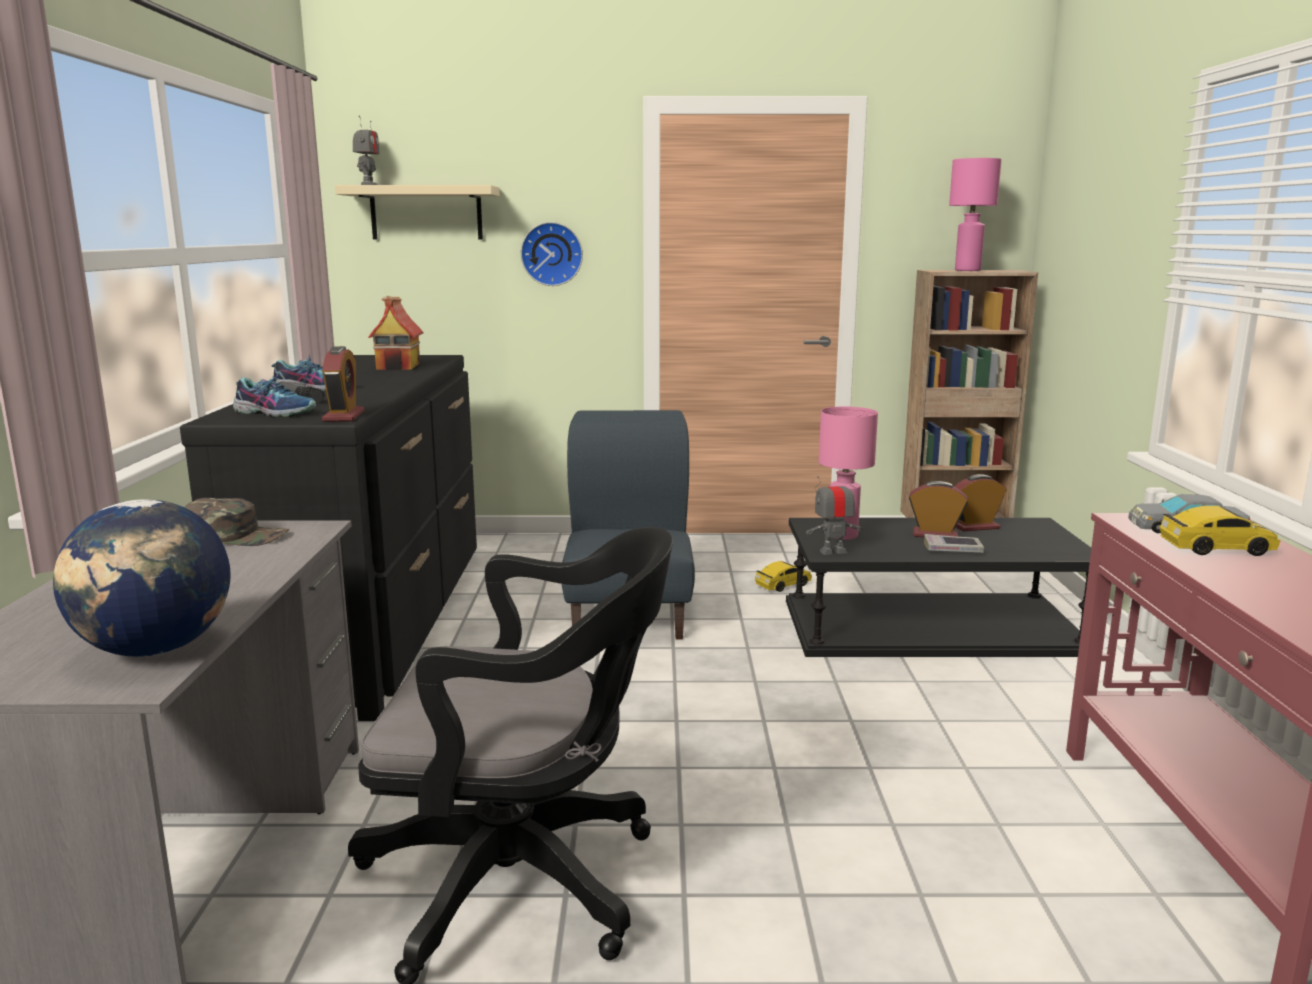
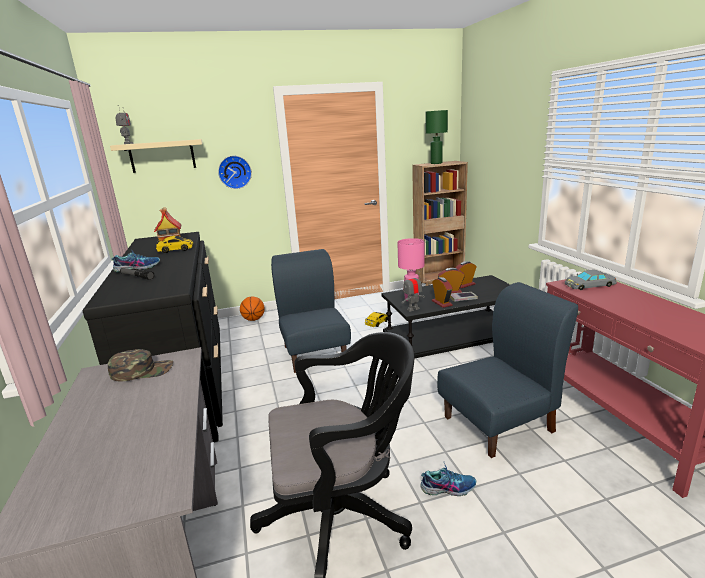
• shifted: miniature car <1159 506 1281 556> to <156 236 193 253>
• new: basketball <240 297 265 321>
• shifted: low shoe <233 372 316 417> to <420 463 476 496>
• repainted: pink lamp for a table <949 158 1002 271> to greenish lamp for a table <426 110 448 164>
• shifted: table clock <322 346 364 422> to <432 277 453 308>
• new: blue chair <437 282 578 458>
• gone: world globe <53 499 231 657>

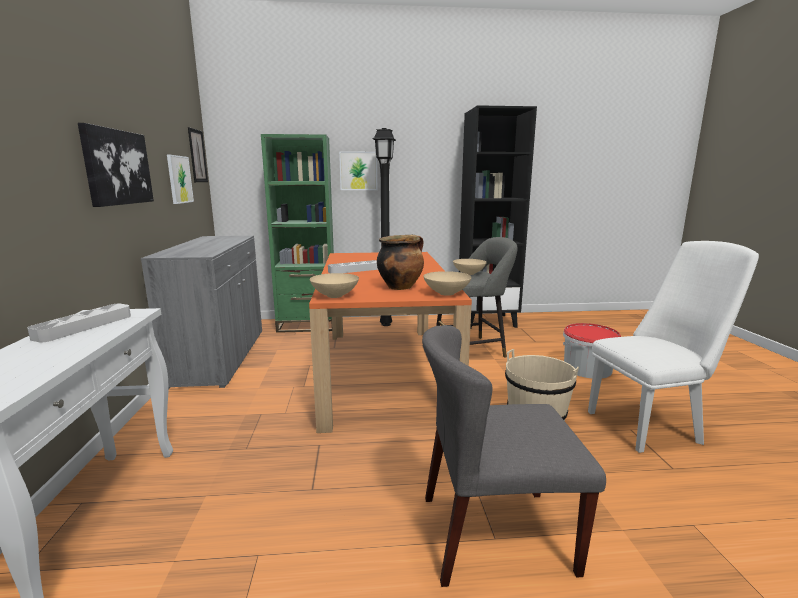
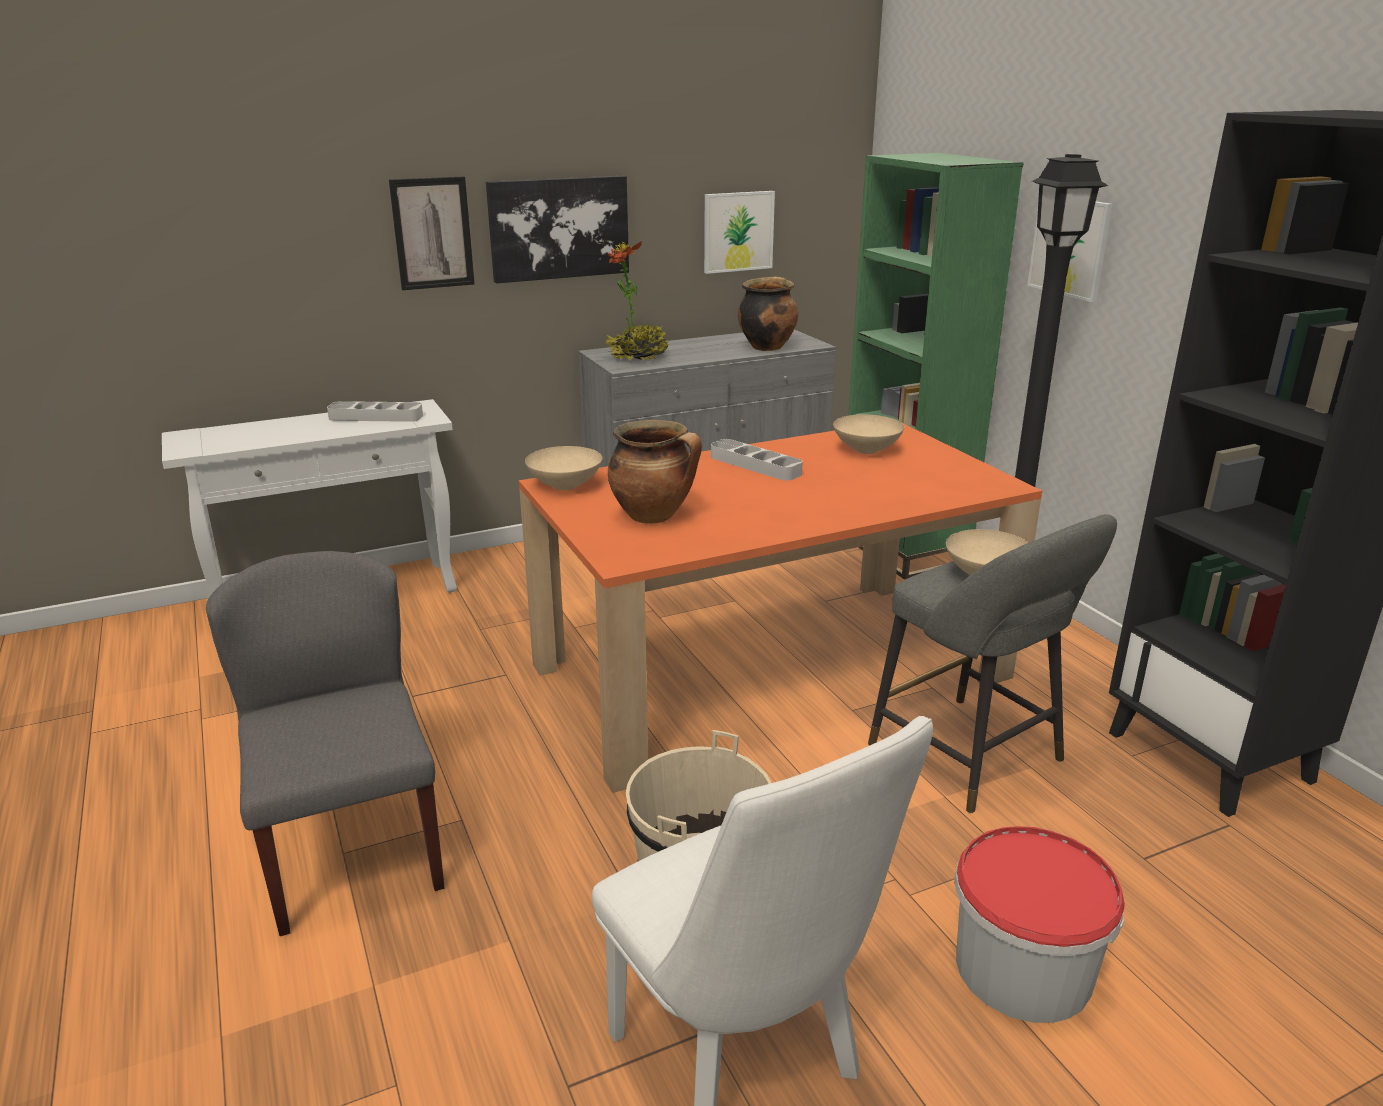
• shifted: wall picture <188 127 208 182> to <389 177 475 290>
• new: houseplant <606 241 669 361>
• new: cooking pot <738 276 798 351>
• shifted: beige-coloured serving bowl <423 271 472 296> to <833 414 904 454>

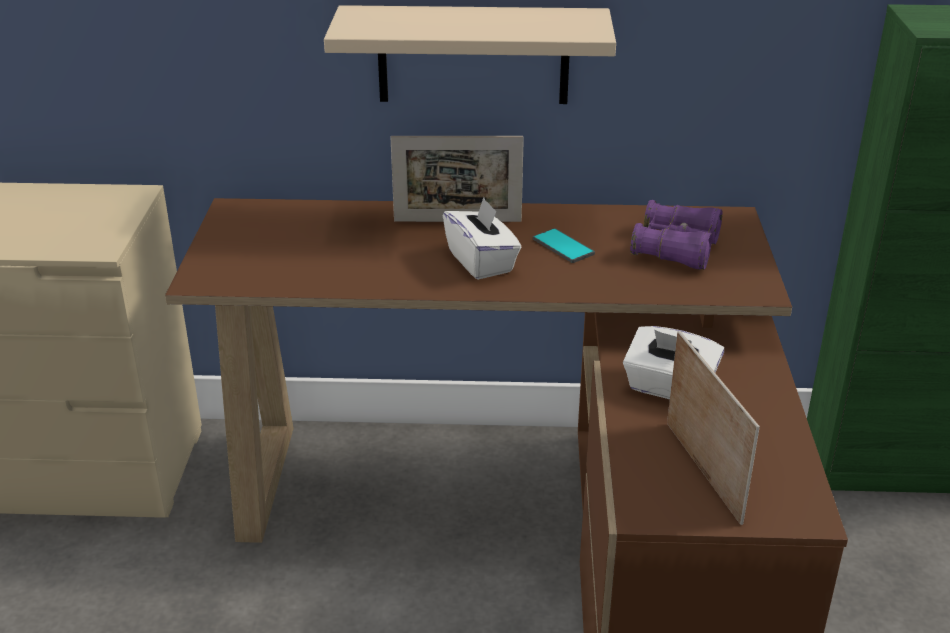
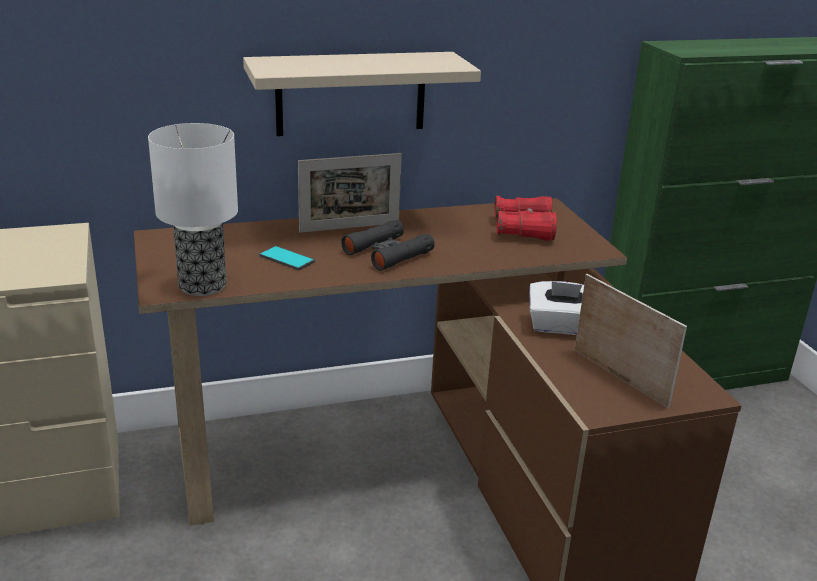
• new: lamp for a table <148 123 238 296>
• shifted: handset <533 228 595 263> to <259 246 315 270>
• swapped: whitish box of tissues <443 197 521 280> to black-coloured binoculars <341 220 435 271>
• repainted: purple-coloured binoculars <630 200 723 270> to red-coloured binoculars <494 196 557 241>

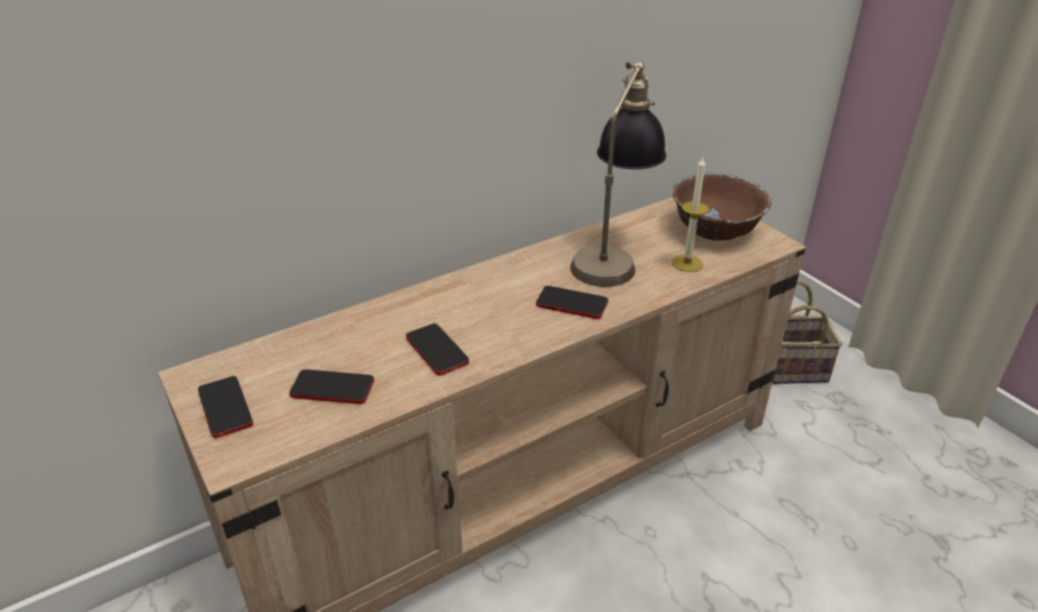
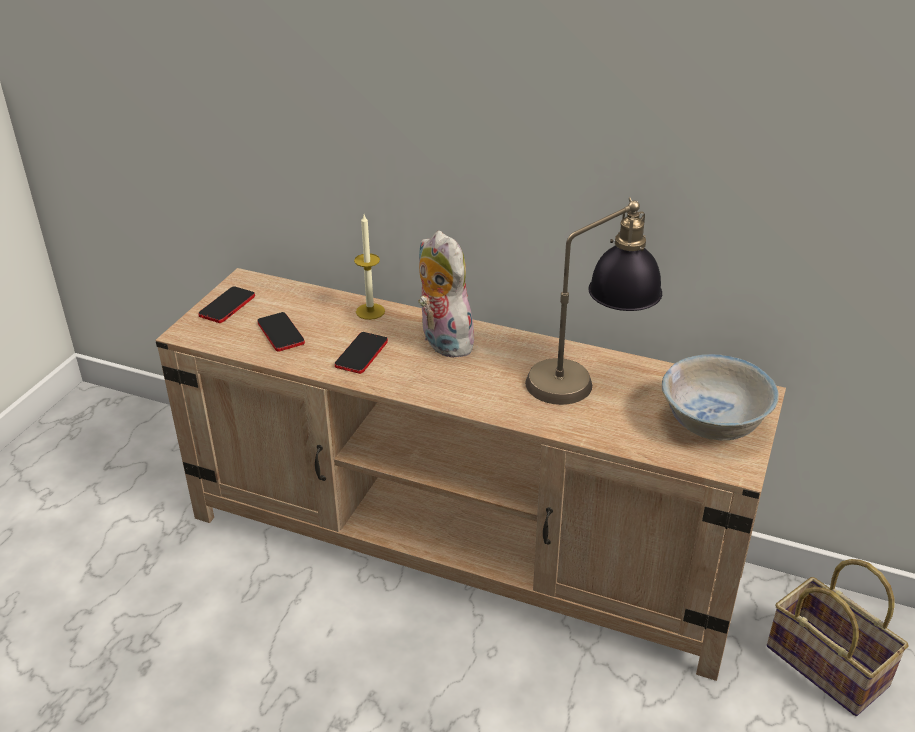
• shifted: candle <672 157 710 272> to <354 215 385 320>
• new: plush toy <418 231 479 358>
• repainted: brownish serving bowl <672 172 772 241> to whitish serving bowl <662 354 779 440>
• gone: handset <536 286 608 319>

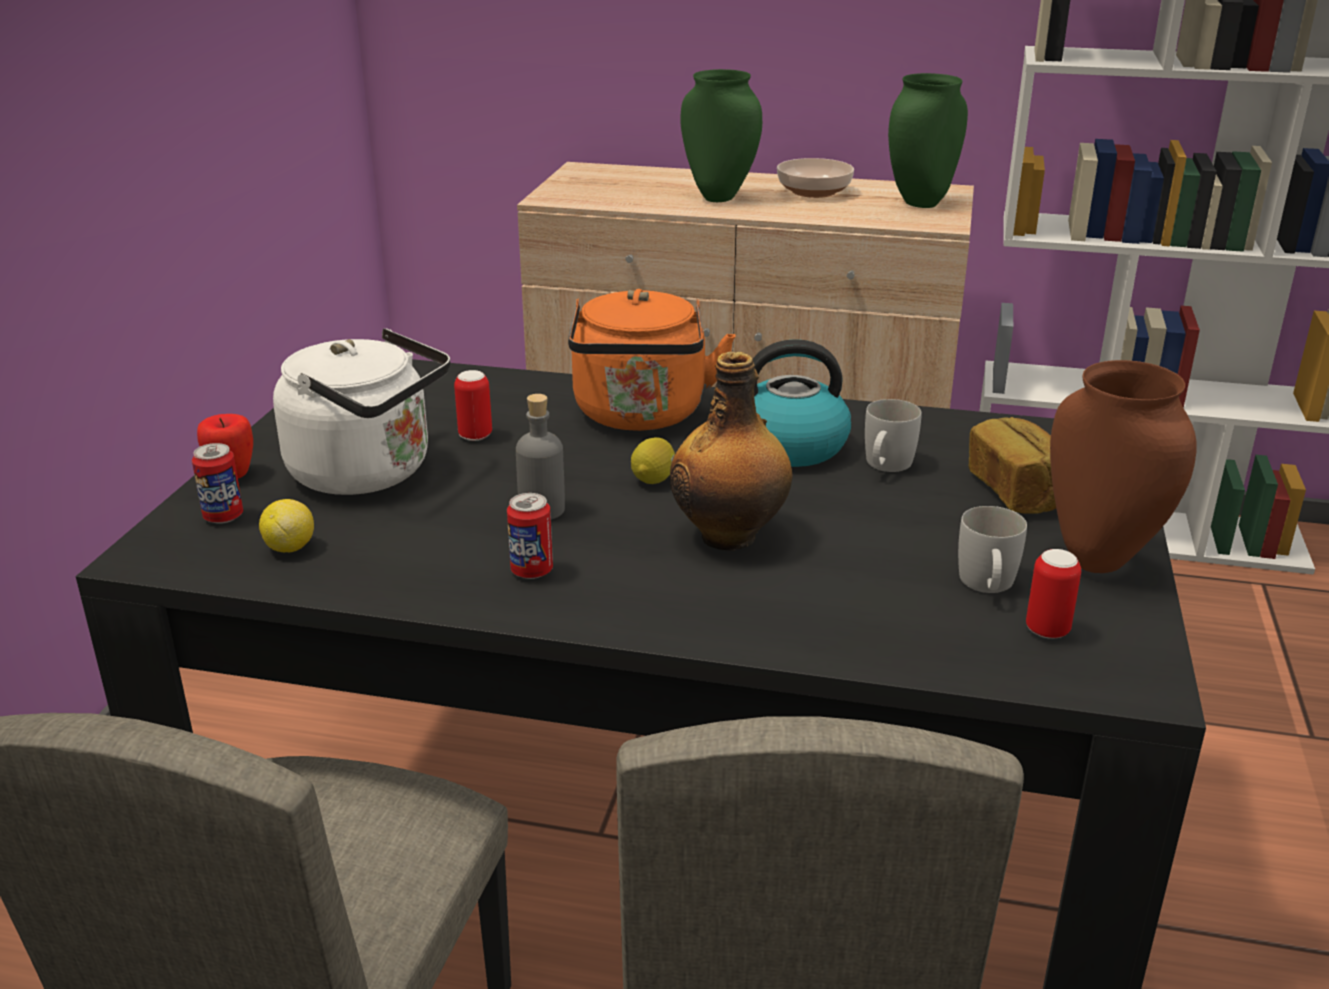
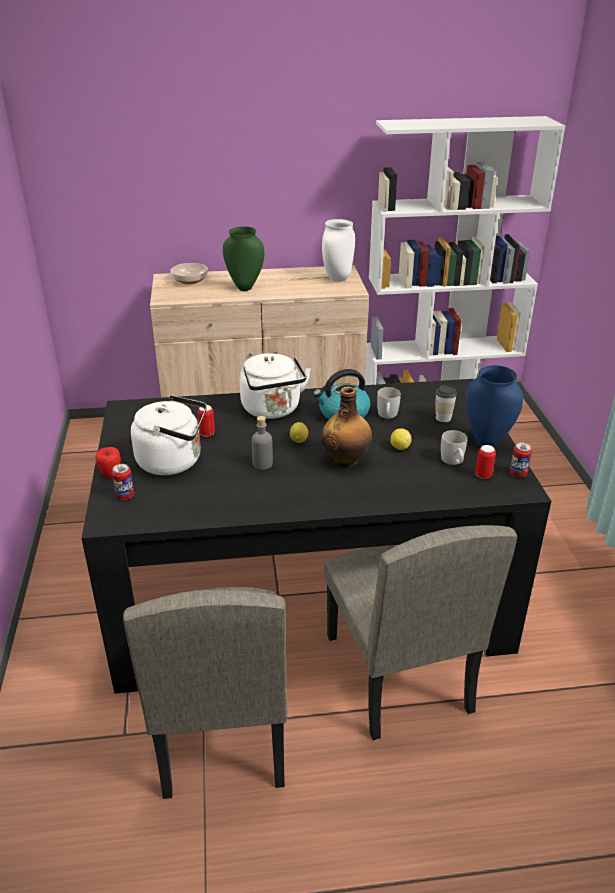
• shifted: serving bowl <777 158 854 198> to <170 263 208 284>
• repainted: orange tea kettle <568 289 736 431> to whitish tea kettle <240 353 311 419>
• repainted: greenish decorative vase <888 73 968 208> to whitish decorative vase <322 219 355 282>
• shifted: whole lemon <259 499 314 552> to <390 428 412 450>
• swapped: baked bread <969 417 1056 514> to small cup <435 385 457 422>
• repainted: brownish decorative vase <1050 360 1197 573> to blue decorative vase <465 365 523 447>
• shifted: metal can <507 493 553 579> to <510 442 532 477>

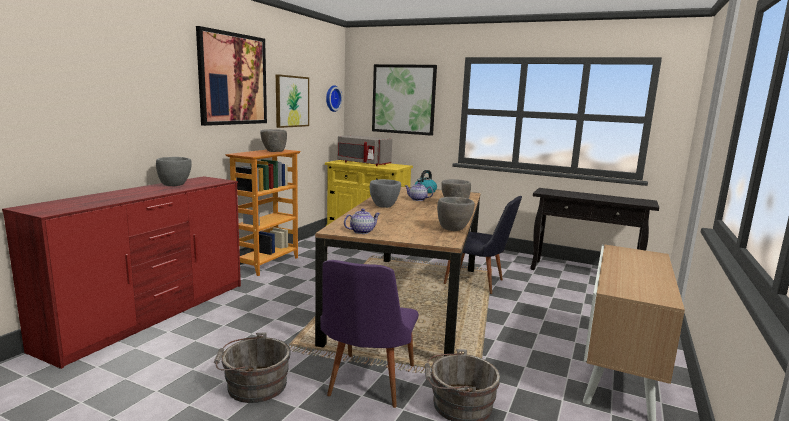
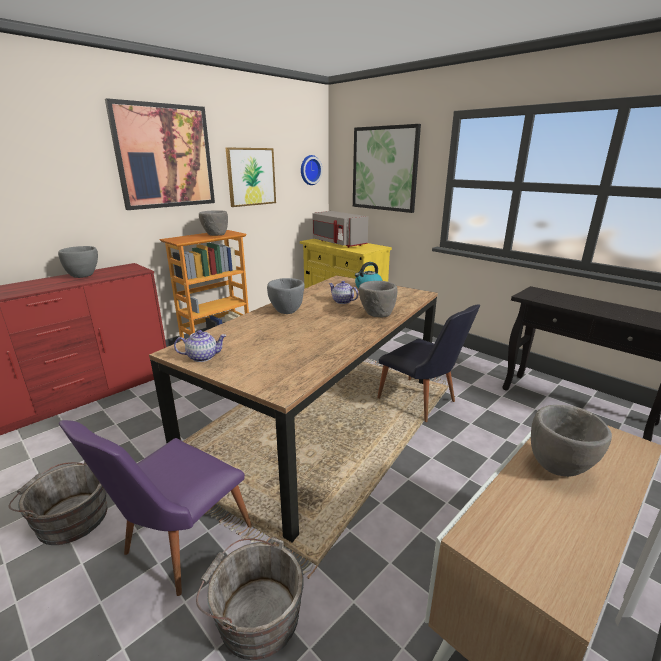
• shifted: greyish serving bowl <437 197 475 231> to <531 405 612 477>

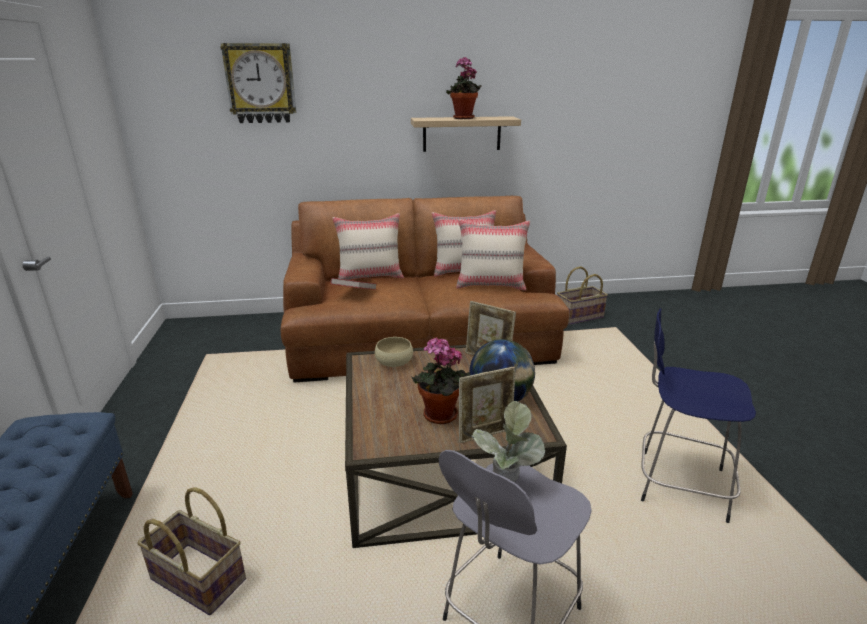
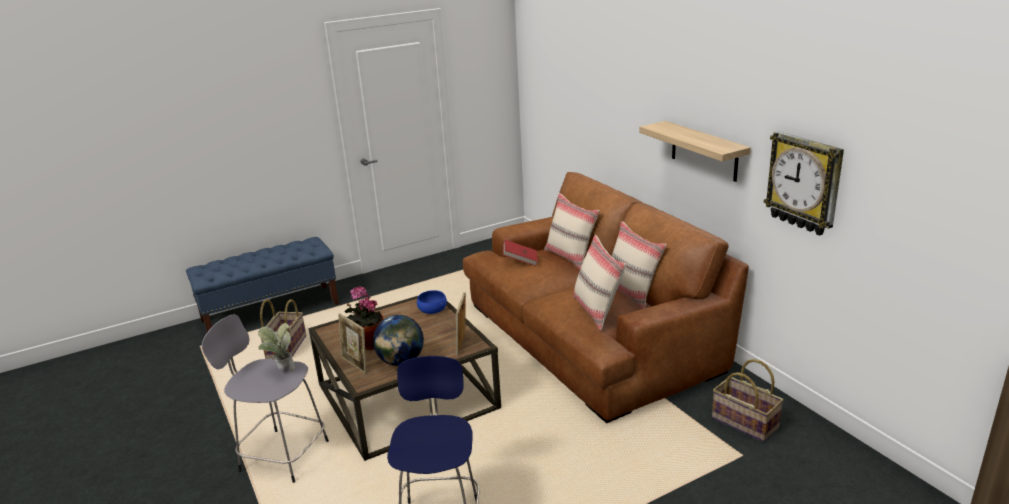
• repainted: beige-coloured serving bowl <375 337 413 367> to blue serving bowl <417 290 447 314>
• shifted: hanging clock <220 43 296 123> to <764 131 844 236>
• gone: houseplant <446 57 481 119>

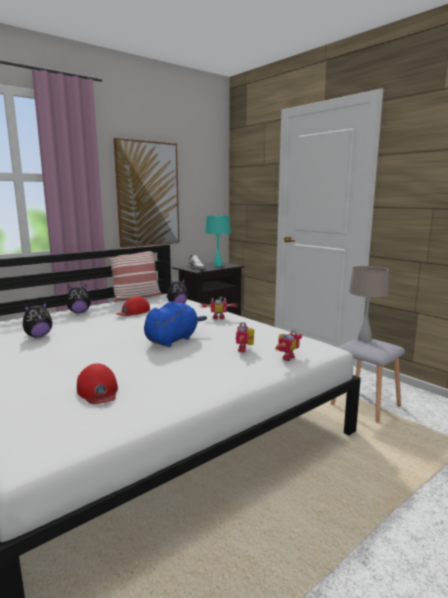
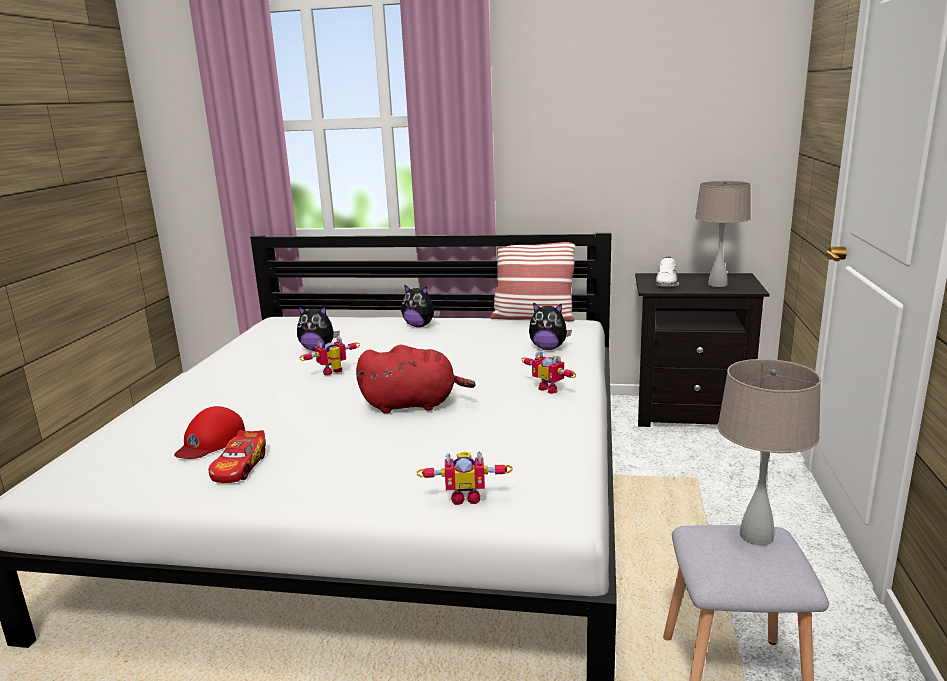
• new: miniature car <209 430 266 483>
• shifted: model robot <236 322 254 352> to <300 337 360 375>
• repainted: blue plush toy <144 302 207 347> to red-coloured plush toy <356 345 476 414>
• repainted: blue-green lamp for a table <205 215 231 267> to beige-coloured lamp for a table <695 181 751 287>
• gone: wall picture <113 138 179 248>
• gone: red-coloured cap <117 296 150 316>

